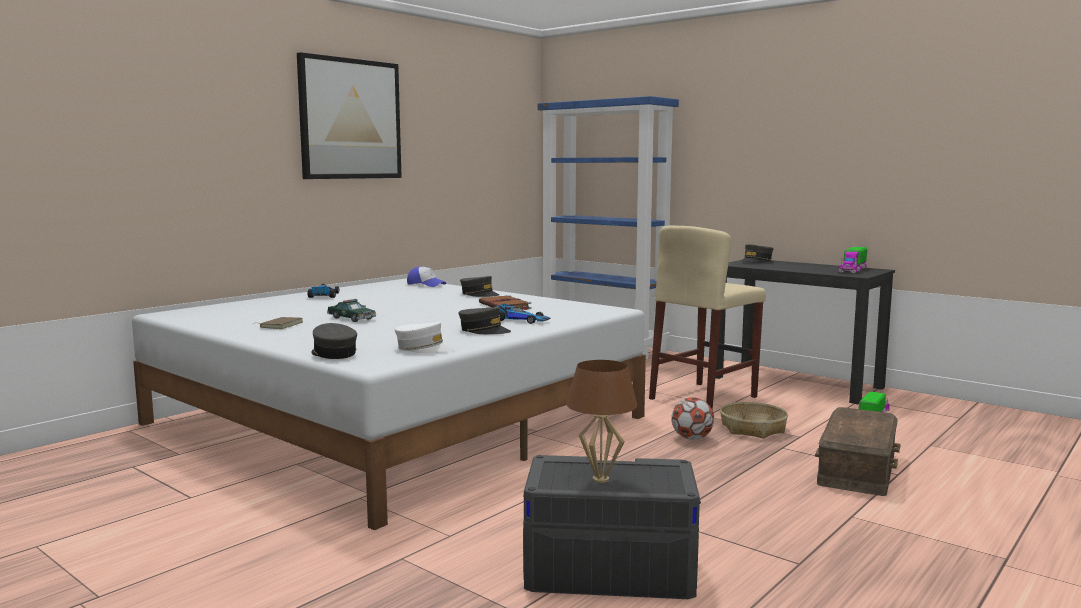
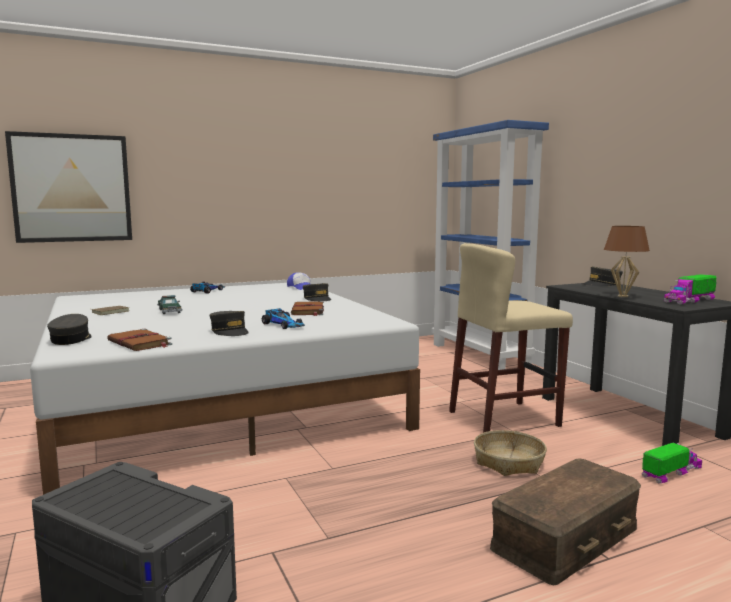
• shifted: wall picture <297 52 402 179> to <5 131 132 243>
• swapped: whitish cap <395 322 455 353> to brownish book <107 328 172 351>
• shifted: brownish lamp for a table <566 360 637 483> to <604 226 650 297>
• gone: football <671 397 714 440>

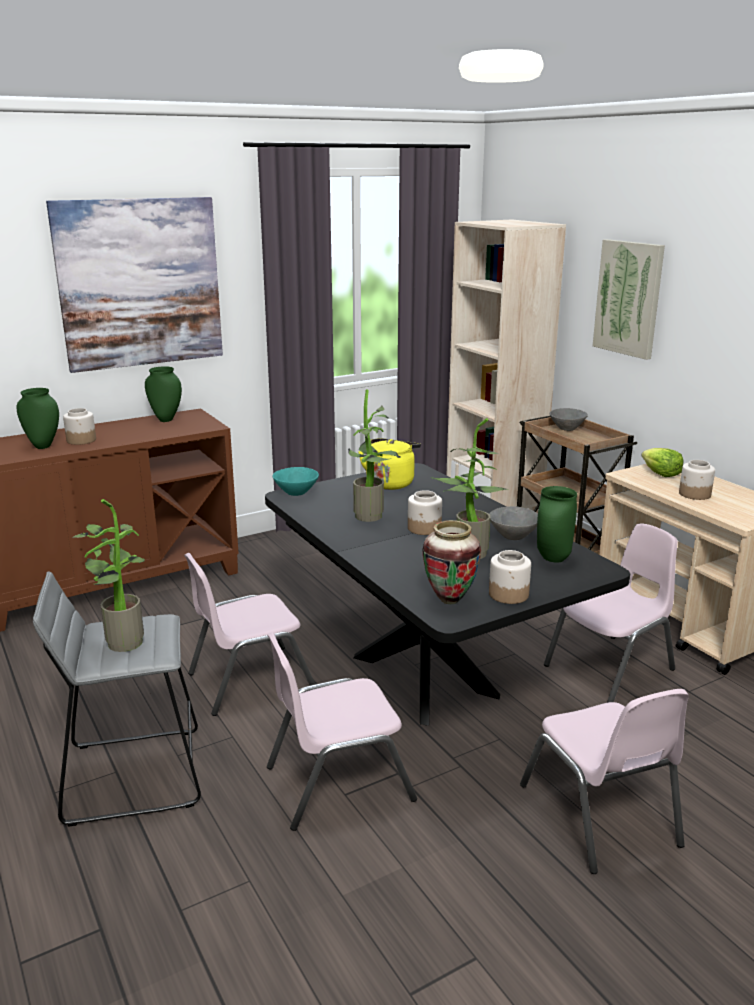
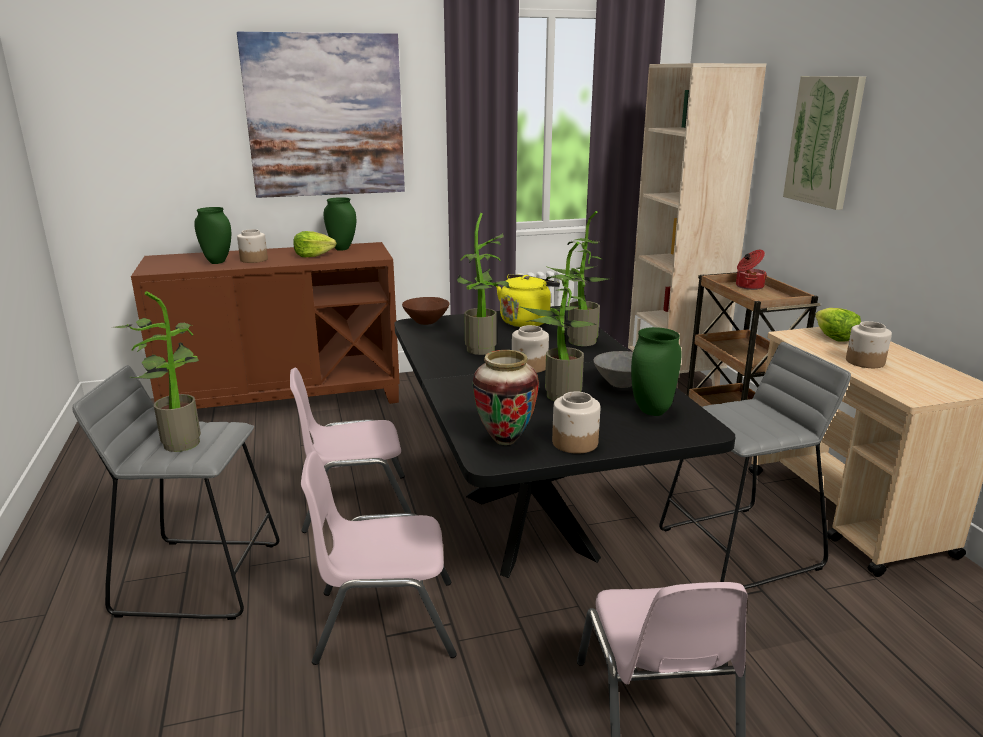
• new: lettuce <293 231 336 257>
• repainted: blue-green serving bowl <273 467 319 496> to brownish serving bowl <402 297 449 325>
• new: houseplant <546 211 609 346>
• swapped: pink chair <544 524 678 703> to greyish stool seat <659 342 851 589>
• swapped: greyish serving bowl <550 408 588 431> to cooking pot <736 250 767 290>

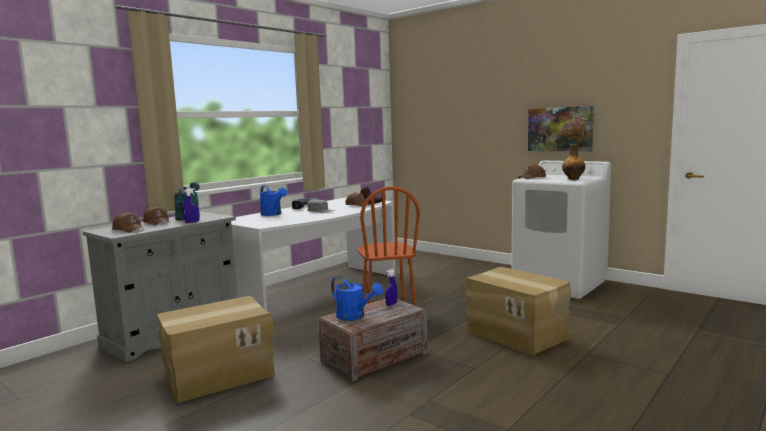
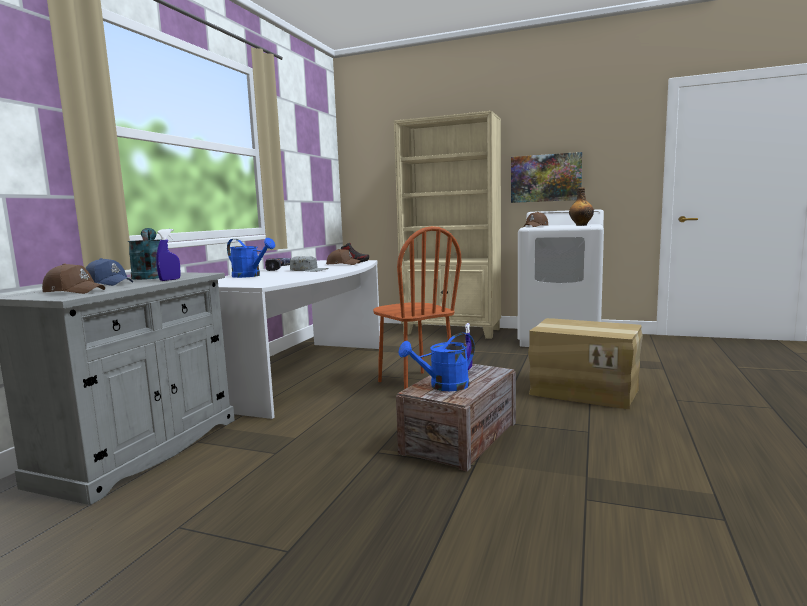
• repainted: brownish cap <143 206 169 225> to blue cap <85 258 133 286>
• new: beige-coloured bookshelf <394 111 501 339>
• rotated: blue sprinkling can <331 276 383 320> = <398 333 475 391> 135 degrees clockwise
• gone: cardboard box <158 296 275 403>

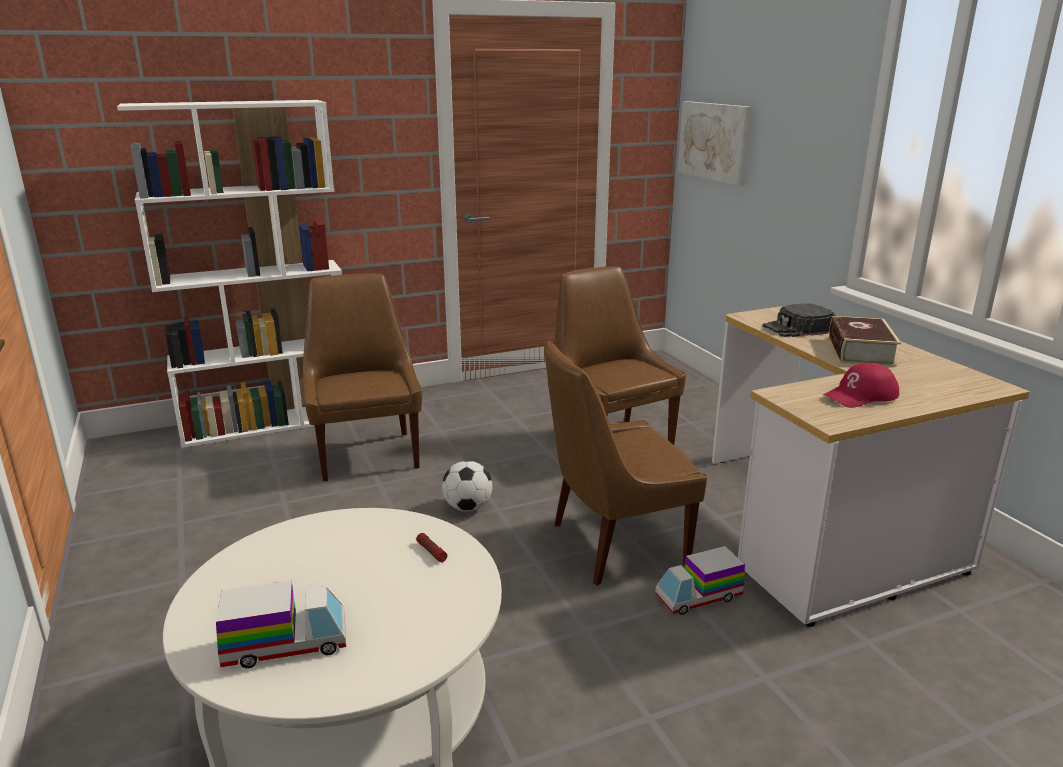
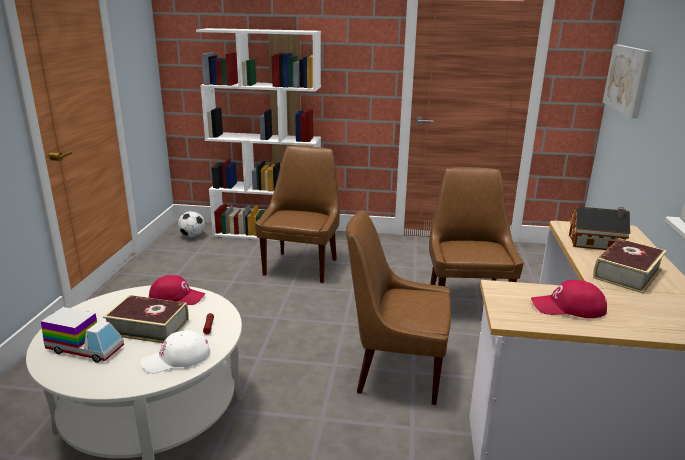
• new: book <103 295 189 343>
• new: whitish cap <141 330 210 373>
• new: red-coloured cap <149 275 205 305>
• shifted: football <442 461 492 511> to <178 211 205 238>
• swapped: black-coloured cap <762 303 835 337> to miniature house <569 206 631 250>
• gone: toy truck <655 546 745 615>

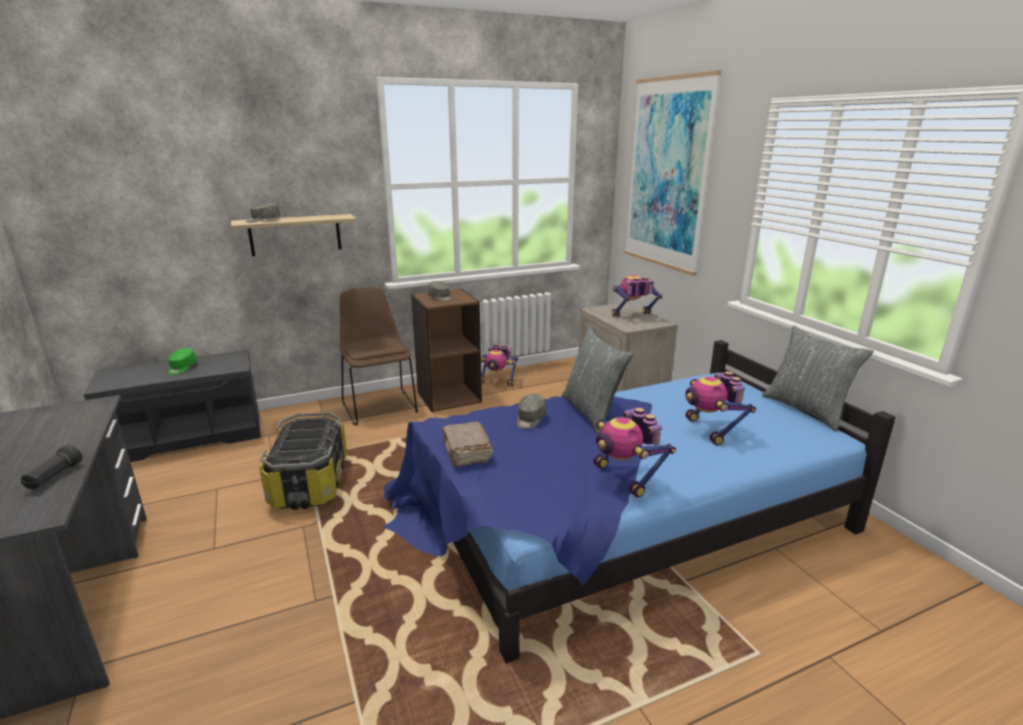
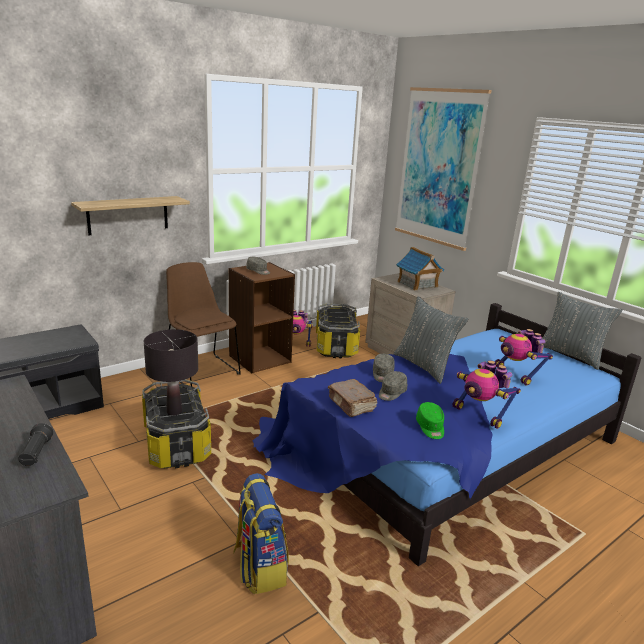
• new: black-coloured lamp for a table <144 329 198 416>
• new: backpack <233 473 289 595>
• new: storage bin <316 304 360 358>
• shifted: greyish cap <246 203 281 222> to <379 371 407 401>
• swapped: model robot <611 275 662 317> to miniature house <396 247 444 291>
• shifted: greenish cap <168 348 197 374> to <416 402 444 439>

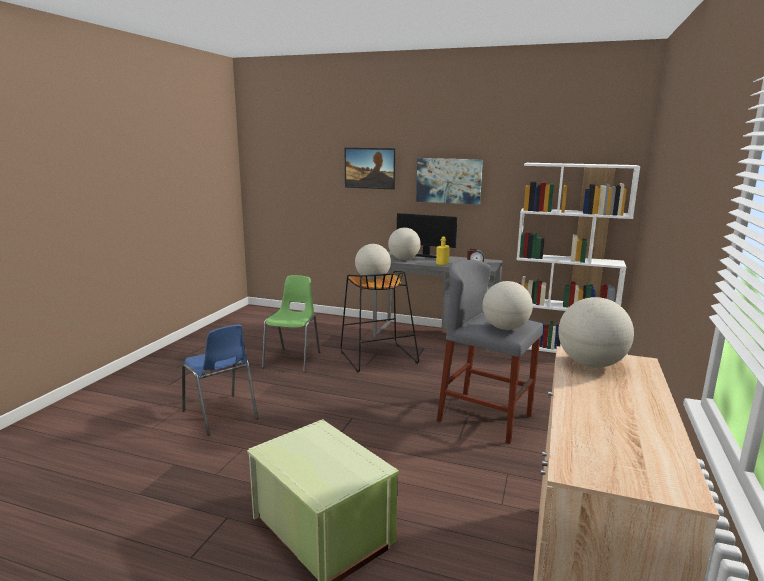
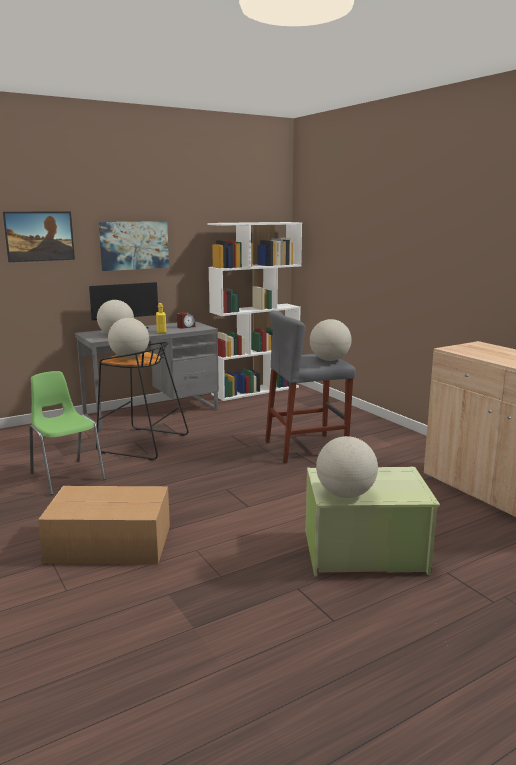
• swapped: blue chair <182 325 258 436> to cardboard box <38 486 170 564>
• shifted: world globe <558 297 634 368> to <316 436 378 498>

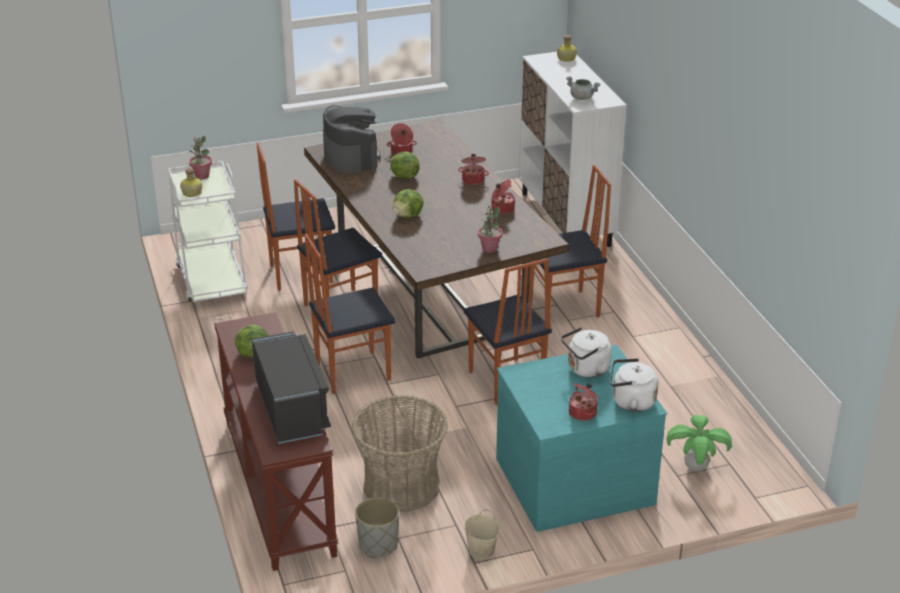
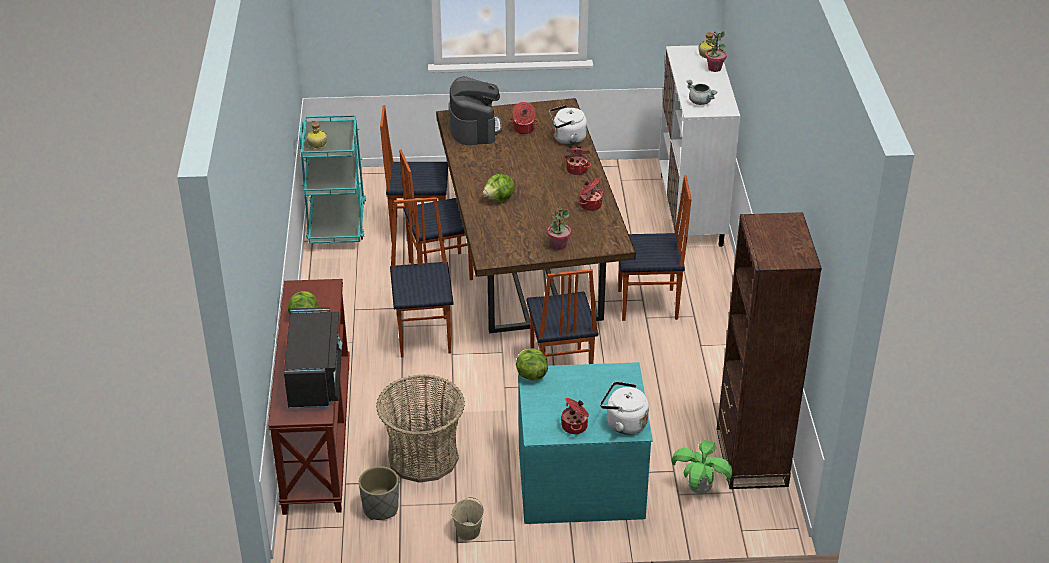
• repainted: whitish cart <168 161 248 302> to blue-green cart <299 115 366 244>
• rotated: chair <305 234 395 394> = <390 197 453 357> 90 degrees clockwise
• shifted: lettuce <390 151 420 179> to <516 348 548 381>
• shifted: whitish tea kettle <561 327 612 378> to <549 105 587 145>
• shifted: houseplant <189 136 212 180> to <705 31 727 72>
• new: brownish bookshelf <717 212 822 489>

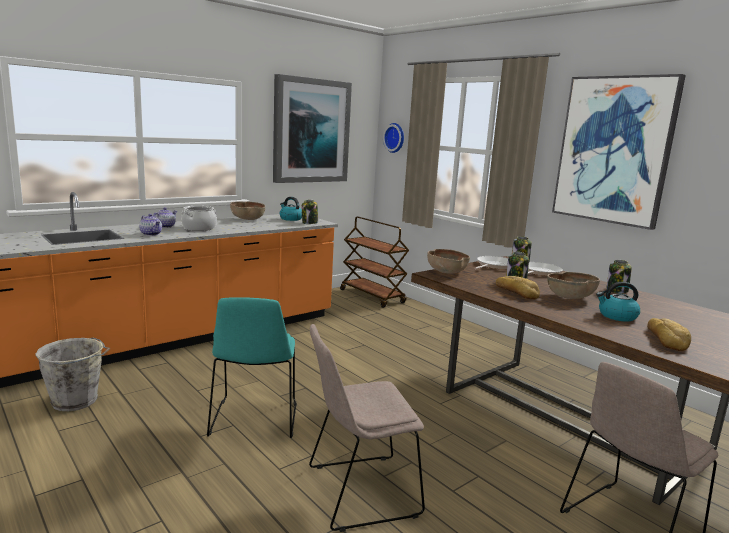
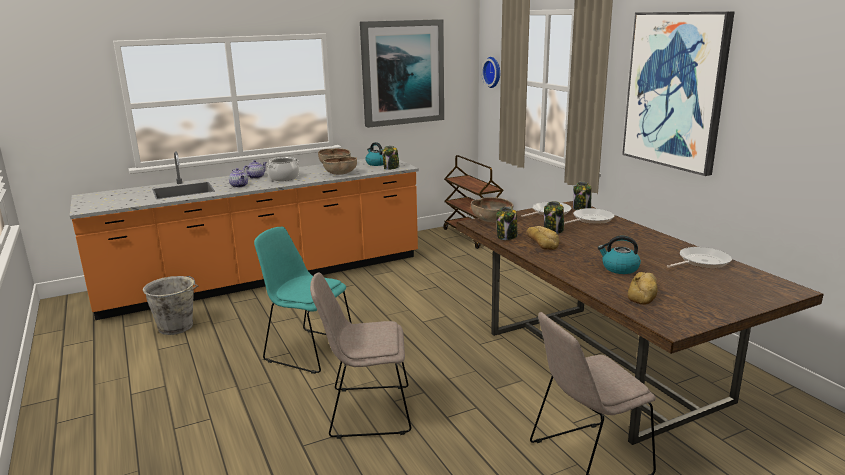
• rotated: blue-green chair <207 297 297 438> = <254 227 352 374> 105 degrees clockwise
• shifted: brownish serving bowl <547 272 600 299> to <323 157 357 175>
• shifted: storage jar <607 260 632 294> to <496 207 518 240>
• new: skillet <667 247 732 268>

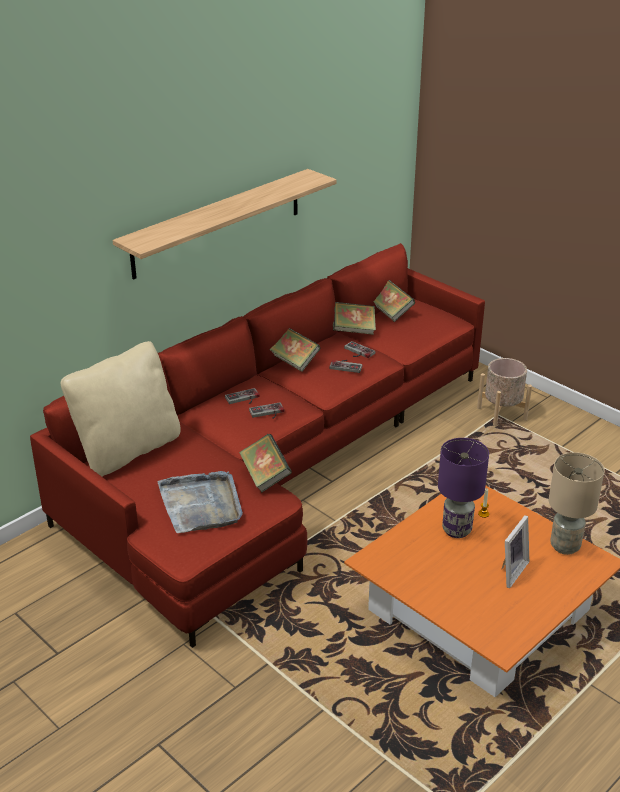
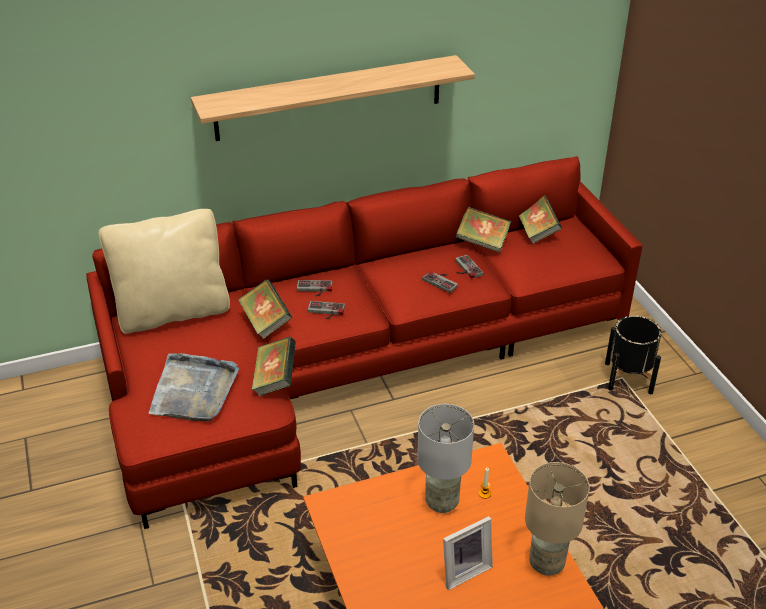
• shifted: book <269 328 320 372> to <238 279 292 339>
• repainted: purple-coloured lamp for a table <438 438 489 538> to greyish lamp for a table <417 404 474 513>
• repainted: beige-coloured planter <477 358 532 426> to black-coloured planter <605 315 662 394>

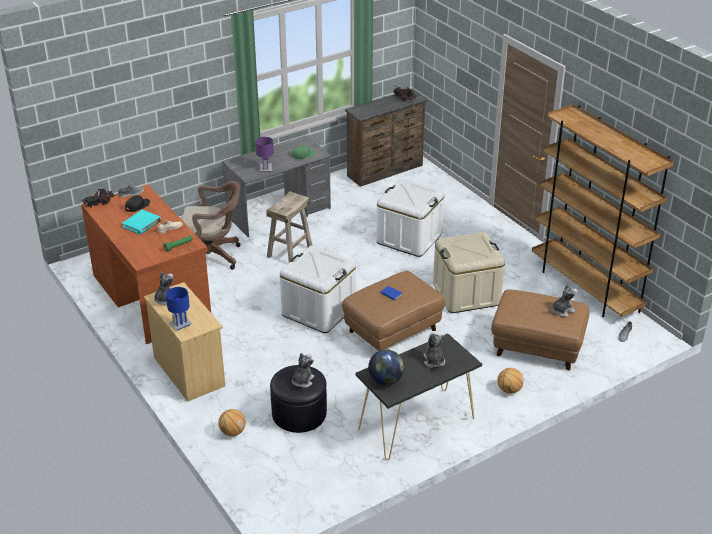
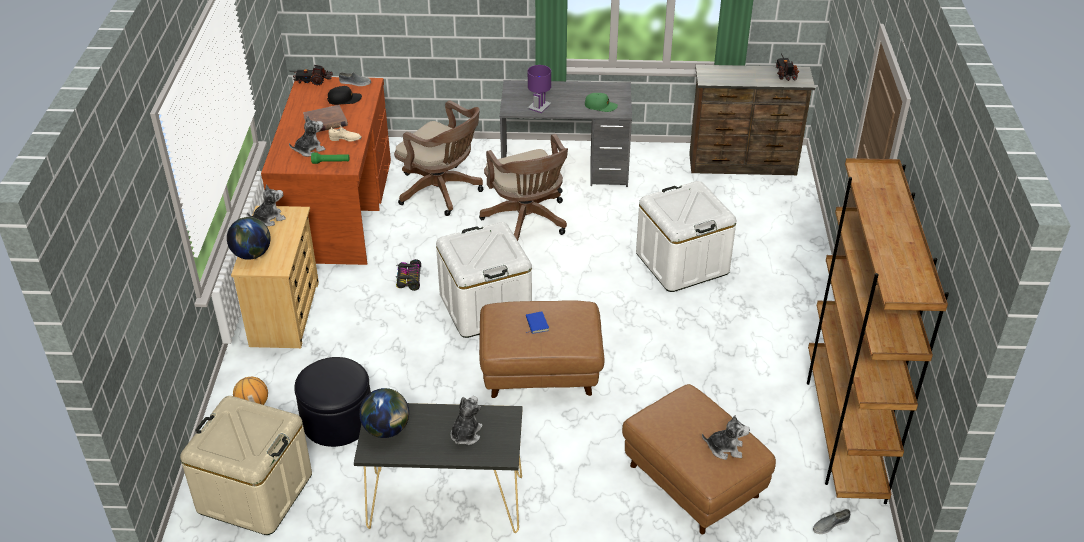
• shifted: beige-coloured storage bin <433 232 505 313> to <180 396 312 535>
• swapped: blue lamp for a table <166 287 192 331> to world globe <227 217 270 260>
• shifted: plush toy <292 353 314 388> to <289 115 325 157>
• repainted: blue-green book <122 210 161 234> to brownish book <303 105 348 132>
• new: miniature car <396 259 421 291>
• swapped: beige-coloured stool seat <266 191 312 263> to brownish computer chair <479 134 568 241>
• gone: basketball <498 368 524 394>

